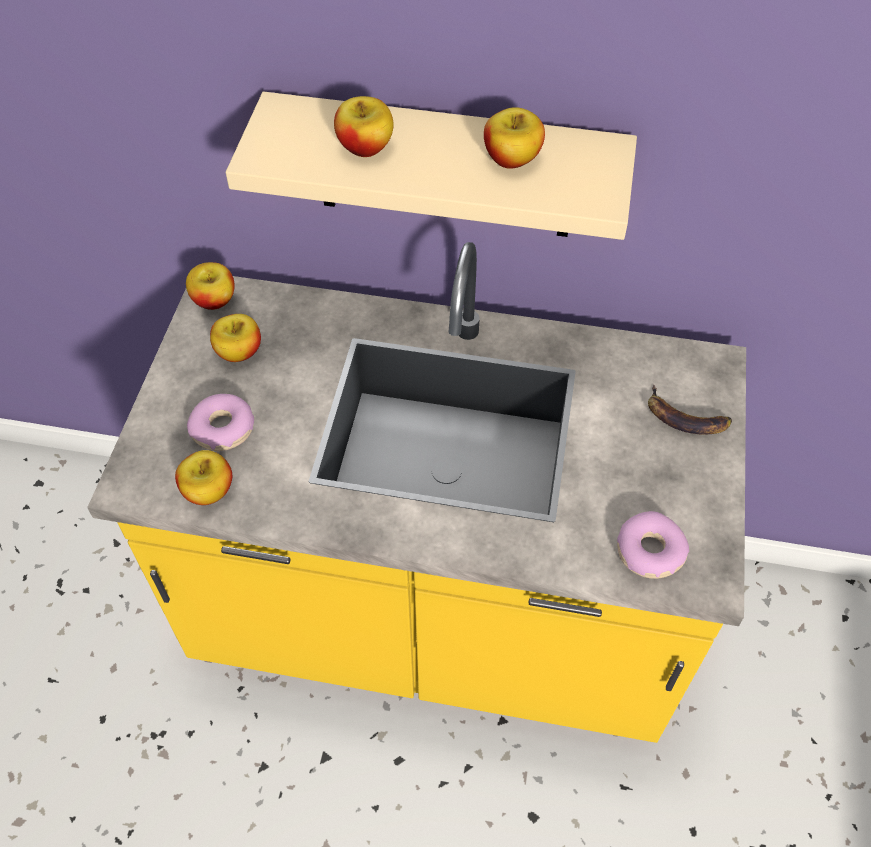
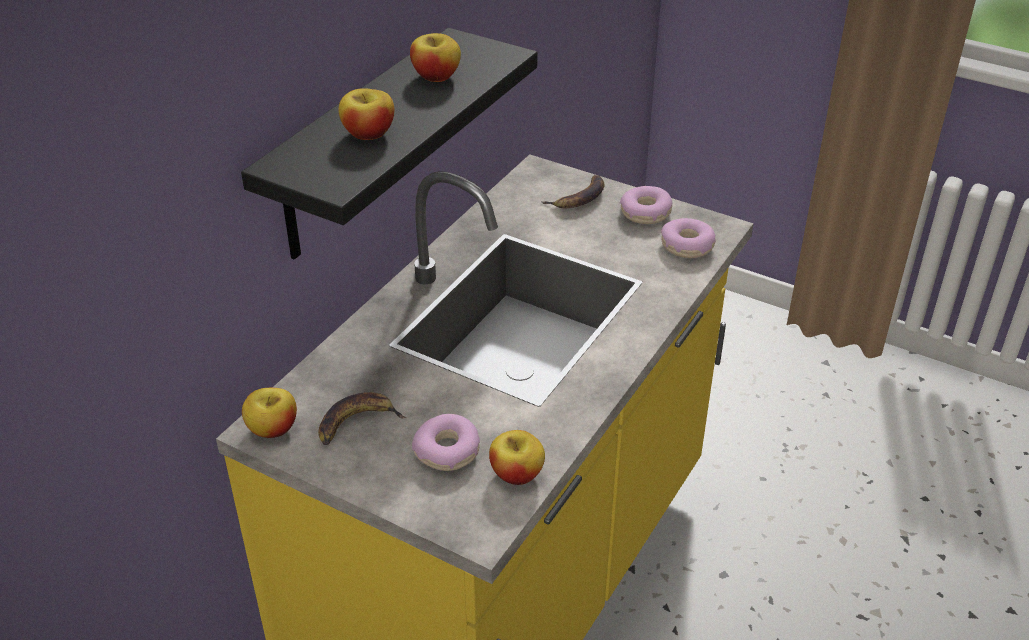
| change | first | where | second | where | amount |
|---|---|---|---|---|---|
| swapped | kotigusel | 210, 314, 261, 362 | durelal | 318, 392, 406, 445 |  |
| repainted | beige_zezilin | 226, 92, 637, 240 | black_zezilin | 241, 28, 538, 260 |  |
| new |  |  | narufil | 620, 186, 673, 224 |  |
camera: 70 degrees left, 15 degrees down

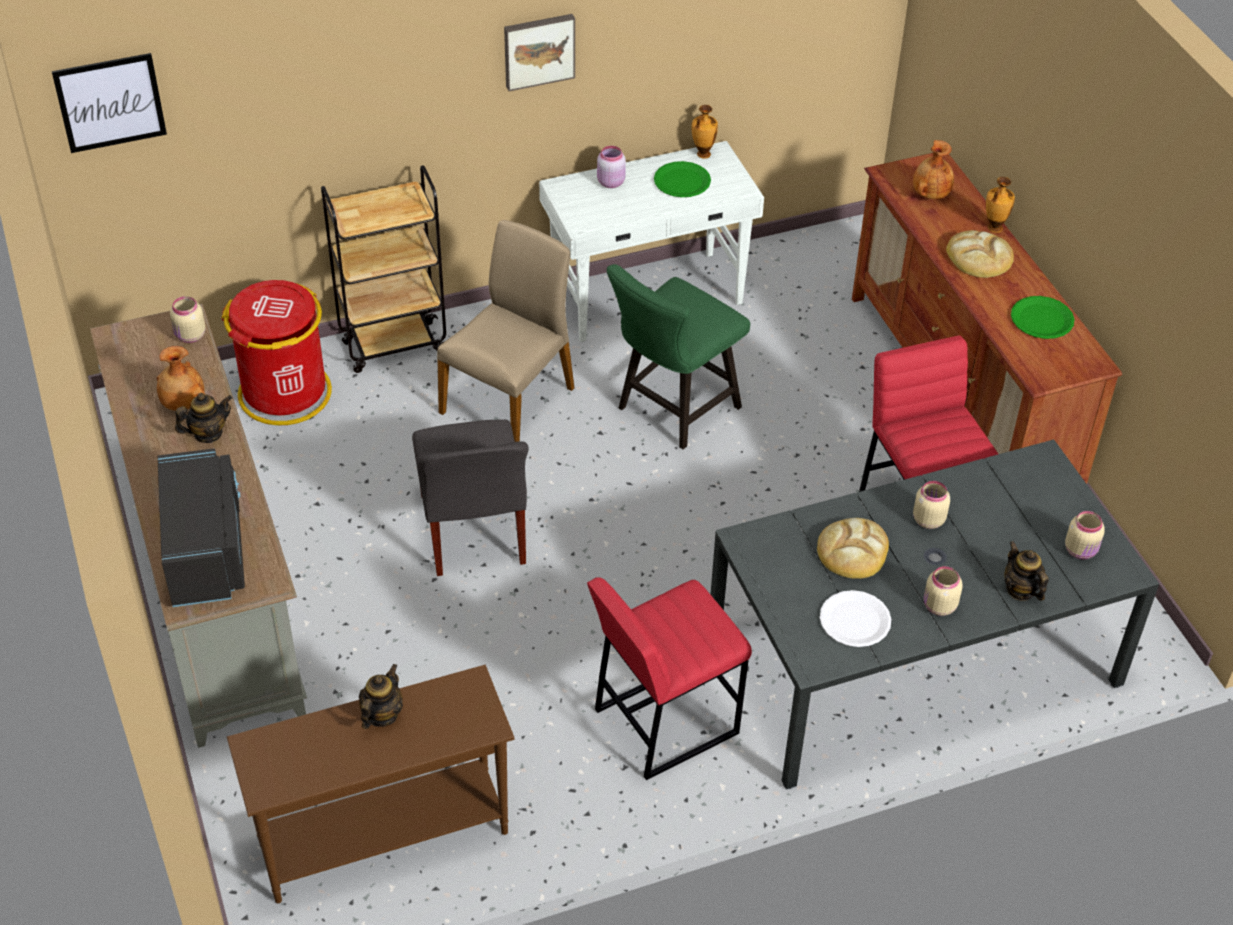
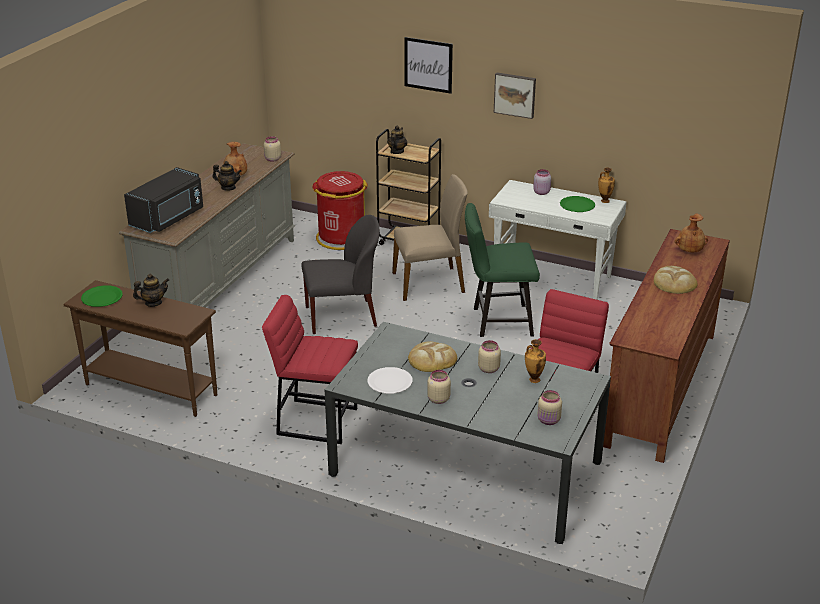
| change | first | where | second | where | amount |
|---|---|---|---|---|---|
| shifted | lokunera | 52, 53, 167, 153 |  | 404, 37, 453, 94 |  |
| rotated | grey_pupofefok | 412, 419, 529, 576 |  | 301, 215, 379, 334 | 135 degrees counterclockwise |
| shifted | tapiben | 986, 177, 1015, 233 |  | 525, 339, 546, 383 |  |
| shifted | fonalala | 1004, 541, 1049, 601 |  | 387, 126, 407, 154 |  |
| shifted | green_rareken | 1011, 296, 1074, 339 |  | 81, 285, 123, 307 |  |
camera: 45 degrees right, 15 degrees down

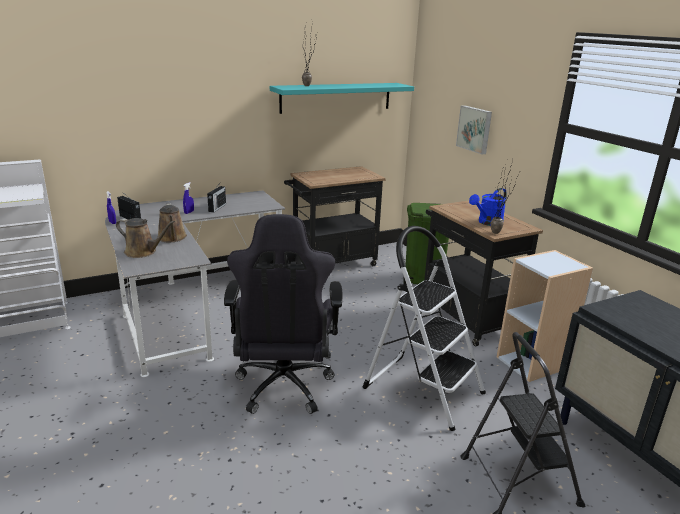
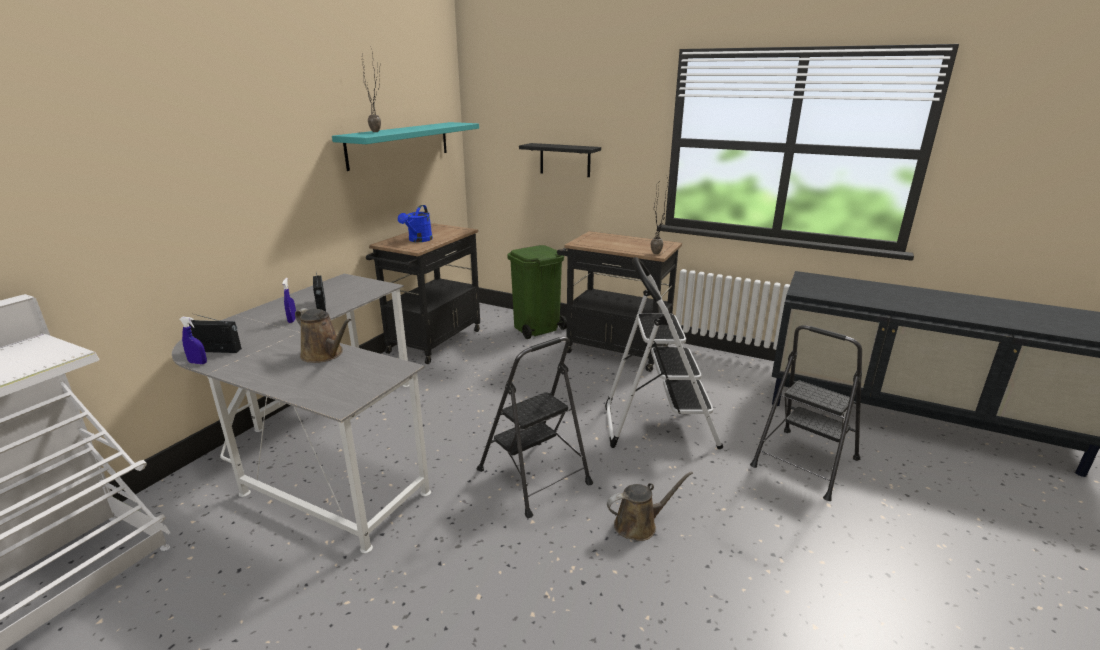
| change | first | where | second | where | amount |
|---|---|---|---|---|---|
| shifted | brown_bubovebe | 116, 218, 175, 258 |  | 607, 471, 693, 541 |  |
| swapped | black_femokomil | 224, 214, 342, 414 | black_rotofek | 477, 337, 593, 518 |  |
| swapped | lokunera | 456, 105, 492, 154 | black_zezilin | 519, 143, 601, 177 |  |
| shifted | blue_bubovebe | 469, 188, 507, 226 |  | 398, 205, 433, 242 |  |
| gone | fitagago | 497, 250, 593, 382 |  |  |  |
camera: 35 degrees left, 0 degrees up

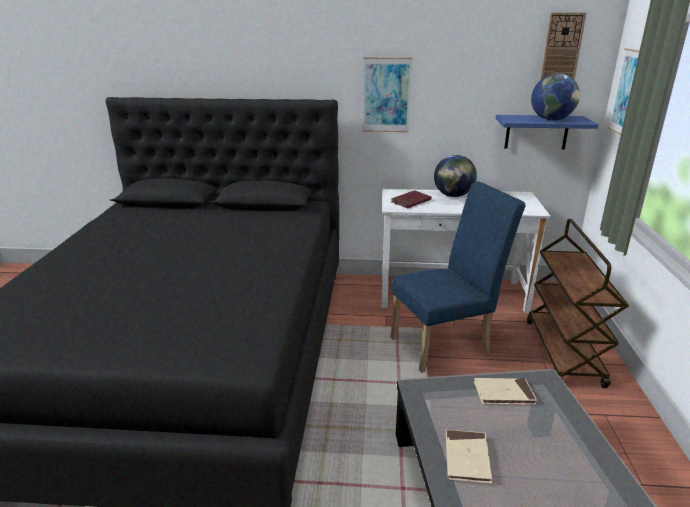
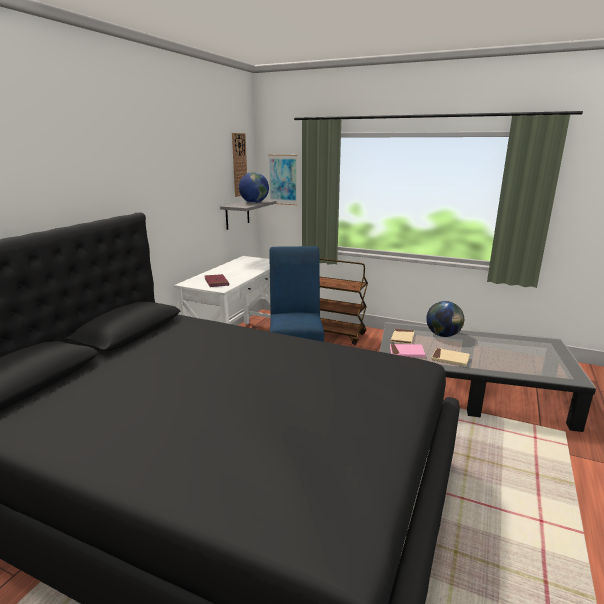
| change | first | where | second | where | amount |
|---|---|---|---|---|---|
| gone | lokunera | 363, 57, 412, 132 |  |  |  |
| shifted | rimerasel | 434, 155, 477, 197 |  | 426, 301, 464, 337 |  |
| repainted | blue_zezilin | 495, 115, 599, 150 | grey_zezilin | 220, 200, 277, 230 |  |
| new |  |  | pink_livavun | 390, 344, 425, 357 |  |
camera: 70 degrees left, 5 degrees down

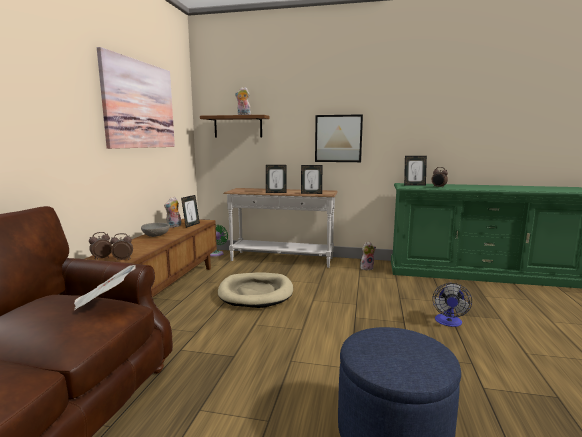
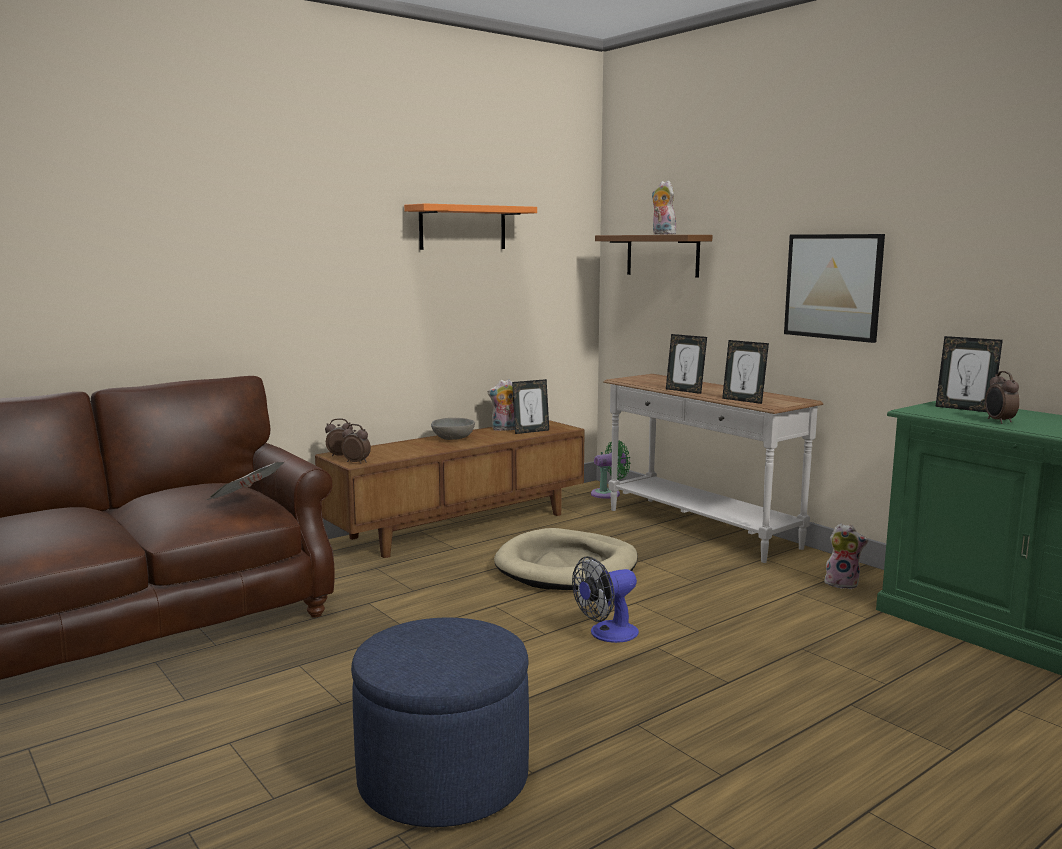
| change | first | where | second | where | amount |
|---|---|---|---|---|---|
| swapped | lokunera | 97, 47, 175, 149 | orange_zezilin | 404, 203, 537, 250 |  |
| shifted | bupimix | 432, 283, 472, 327 |  | 572, 556, 639, 643 |  |
camera: 40 degrees right, 0 degrees up

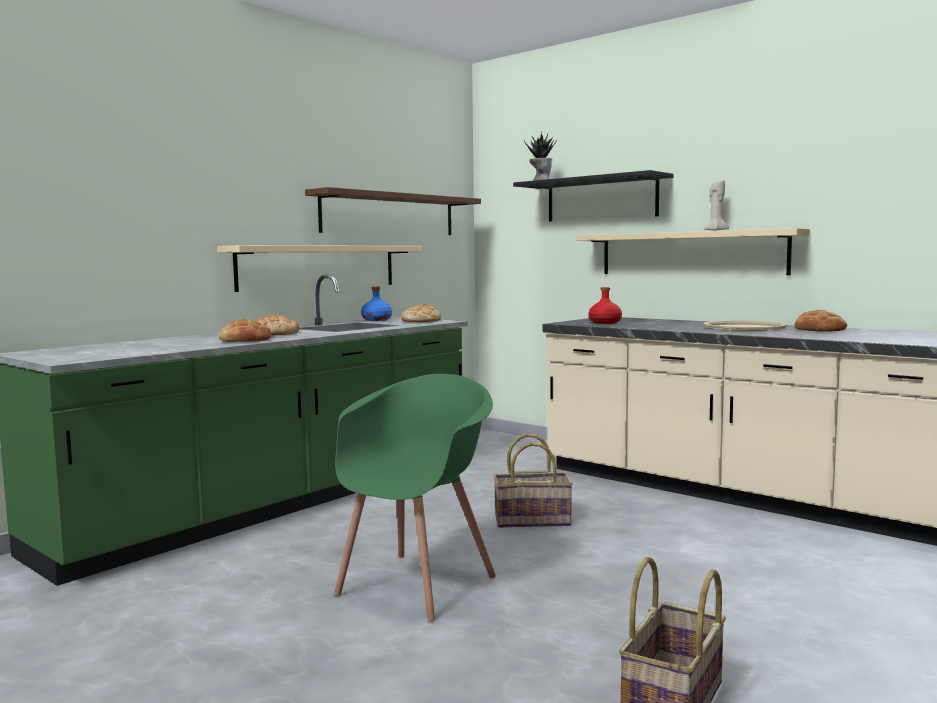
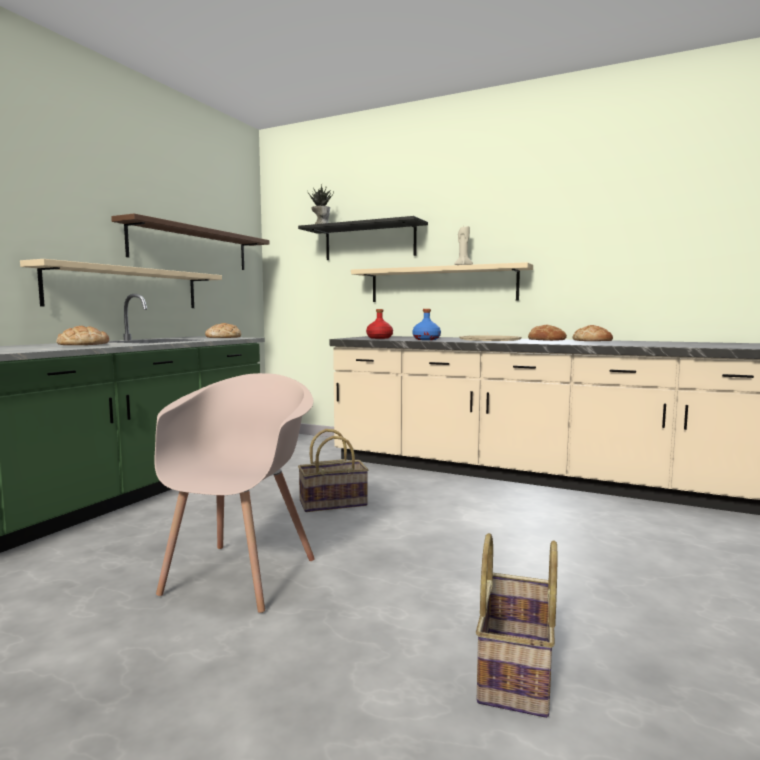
| change | first | where | second | where | amount |
|---|---|---|---|---|---|
| shifted | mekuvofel | 219, 319, 271, 342 |  | 572, 325, 613, 341 |  |
| repainted | green_pupofefok | 334, 374, 496, 621 | beige_pupofefok | 154, 373, 315, 613 |  |
| shifted | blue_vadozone | 361, 287, 392, 321 |  | 412, 309, 441, 340 |  |
camera: 15 degrees left, 0 degrees up

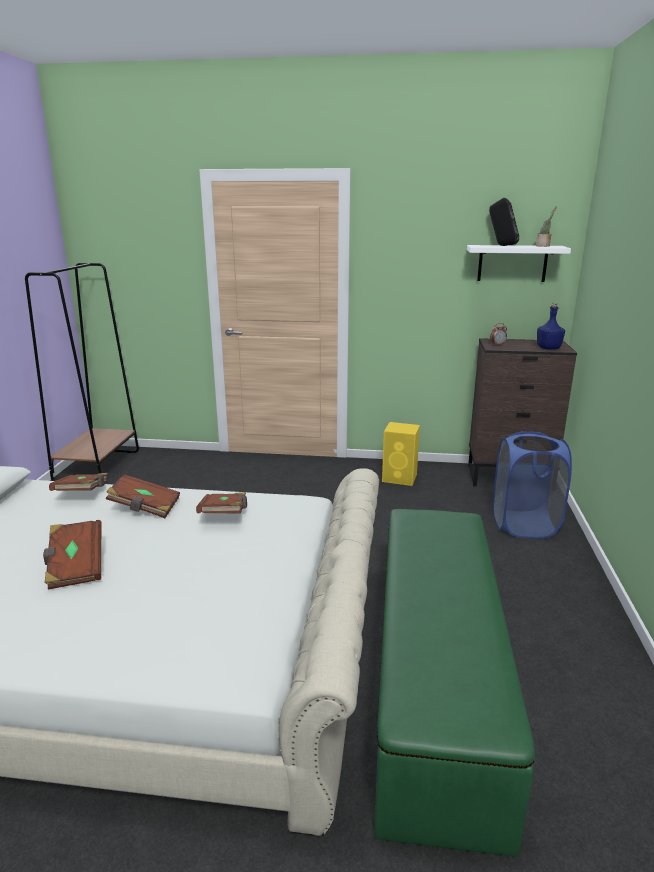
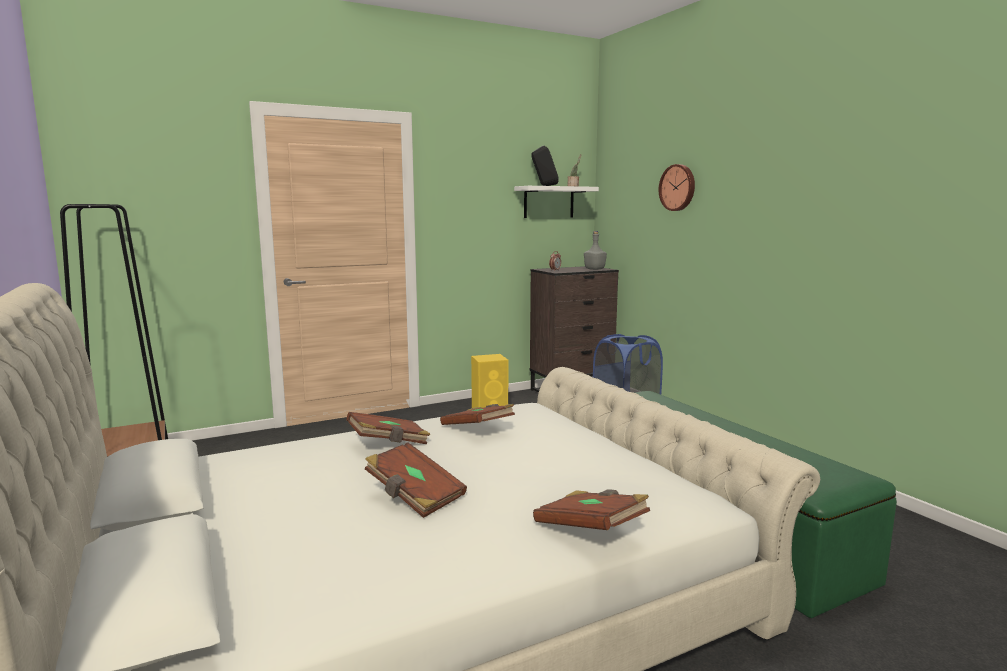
| change | first | where | second | where | amount |
|---|---|---|---|---|---|
| shifted | brown_livavun | 49, 473, 108, 491 |  | 533, 490, 650, 530 |  |
| repainted | blue_vadozone | 537, 303, 565, 350 | grey_vadozone | 584, 231, 607, 270 |  |
| new |  |  | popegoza | 659, 164, 695, 211 |  |
camera: 35 degrees left, 10 degrees down

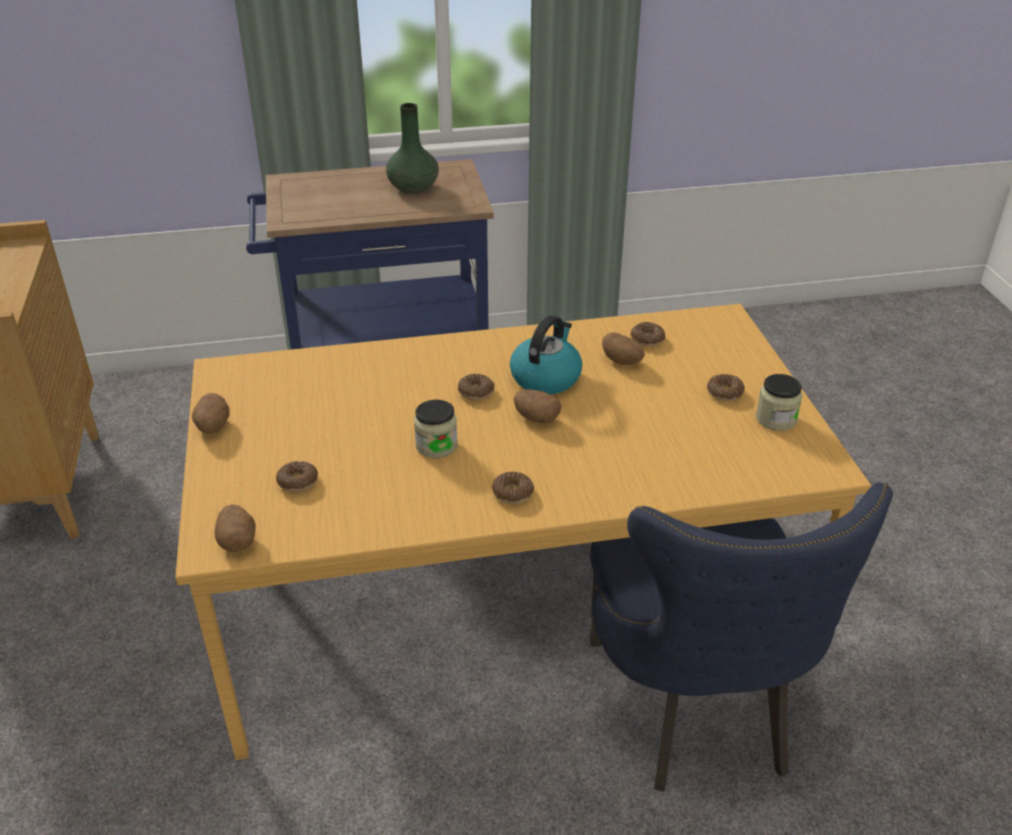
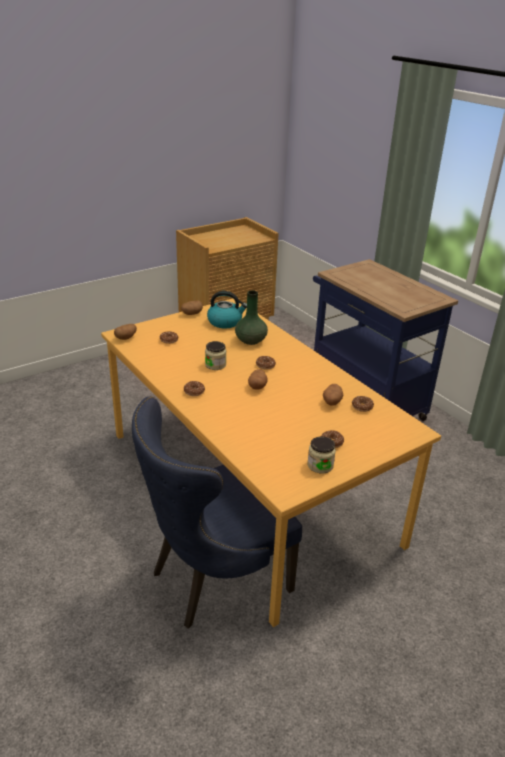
| change | first | where | second | where | amount |
|---|---|---|---|---|---|
| shifted | green_tapiben | 386, 103, 439, 194 |  | 235, 290, 268, 345 |  |
| shifted | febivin | 510, 315, 582, 395 |  | 207, 291, 247, 328 |  |
camera: 65 degrees right, 5 degrees down

